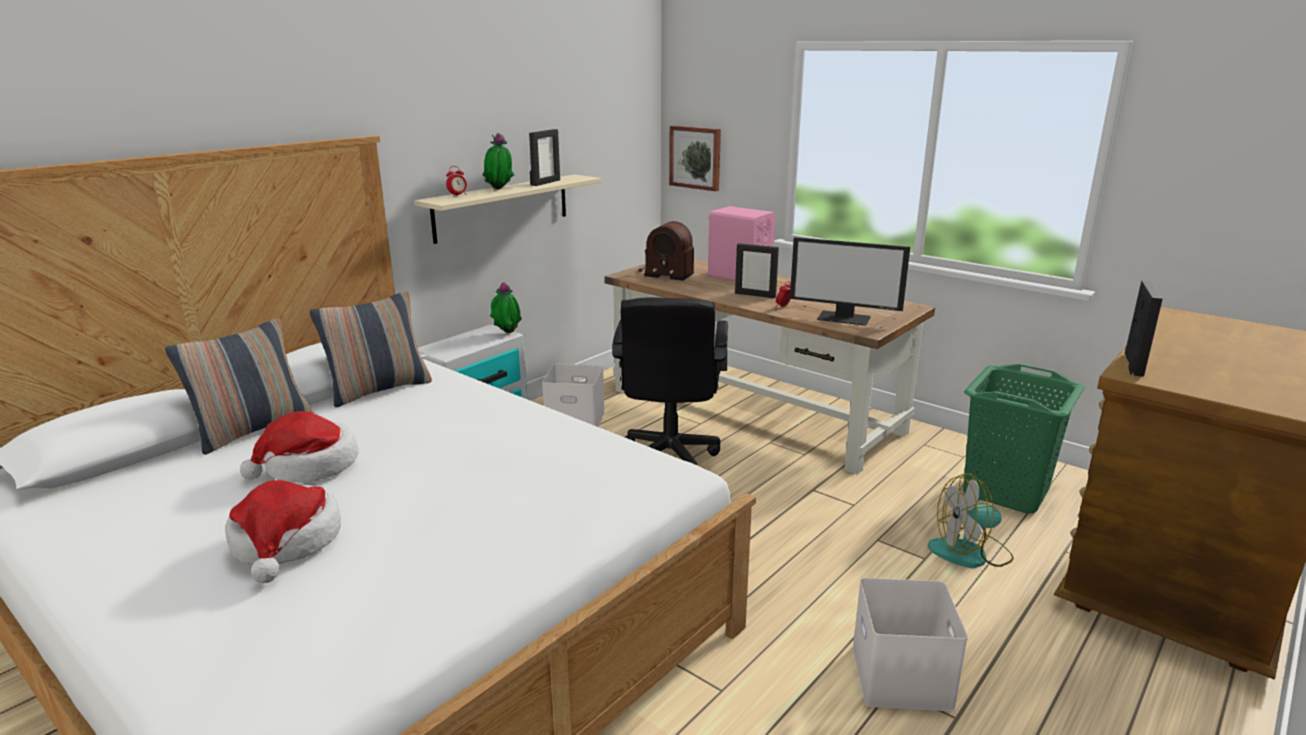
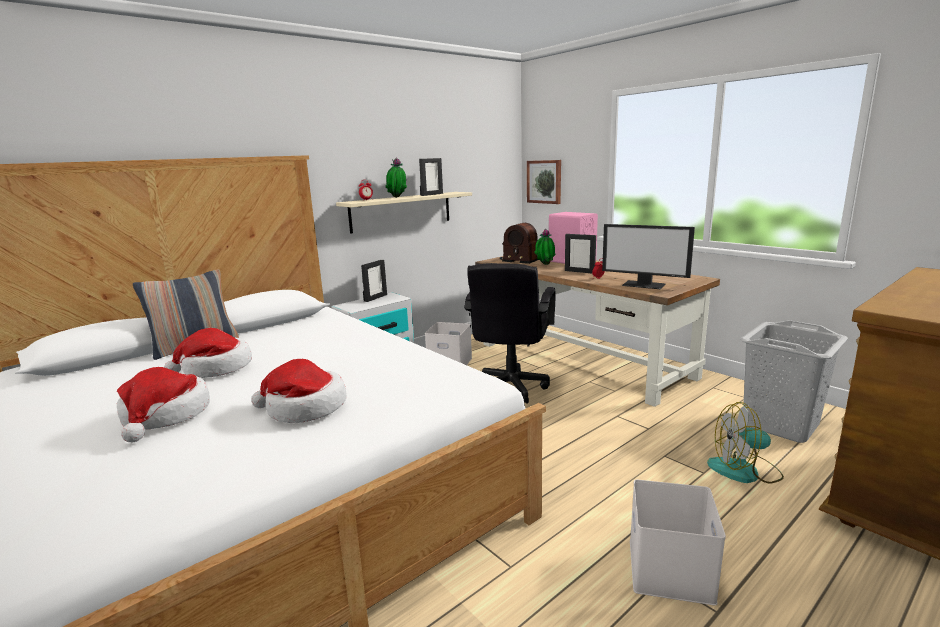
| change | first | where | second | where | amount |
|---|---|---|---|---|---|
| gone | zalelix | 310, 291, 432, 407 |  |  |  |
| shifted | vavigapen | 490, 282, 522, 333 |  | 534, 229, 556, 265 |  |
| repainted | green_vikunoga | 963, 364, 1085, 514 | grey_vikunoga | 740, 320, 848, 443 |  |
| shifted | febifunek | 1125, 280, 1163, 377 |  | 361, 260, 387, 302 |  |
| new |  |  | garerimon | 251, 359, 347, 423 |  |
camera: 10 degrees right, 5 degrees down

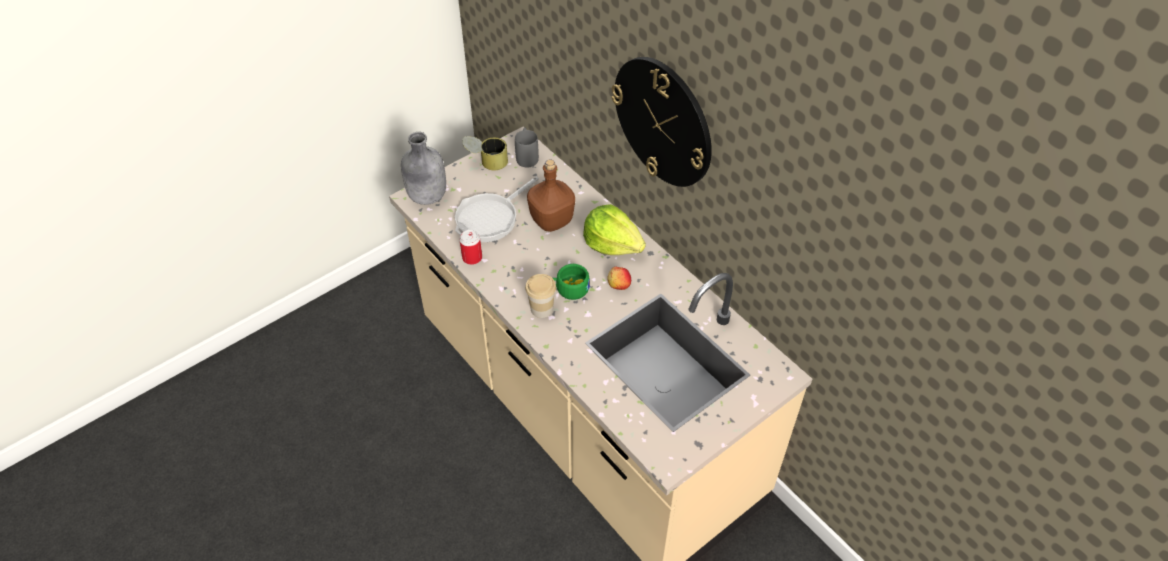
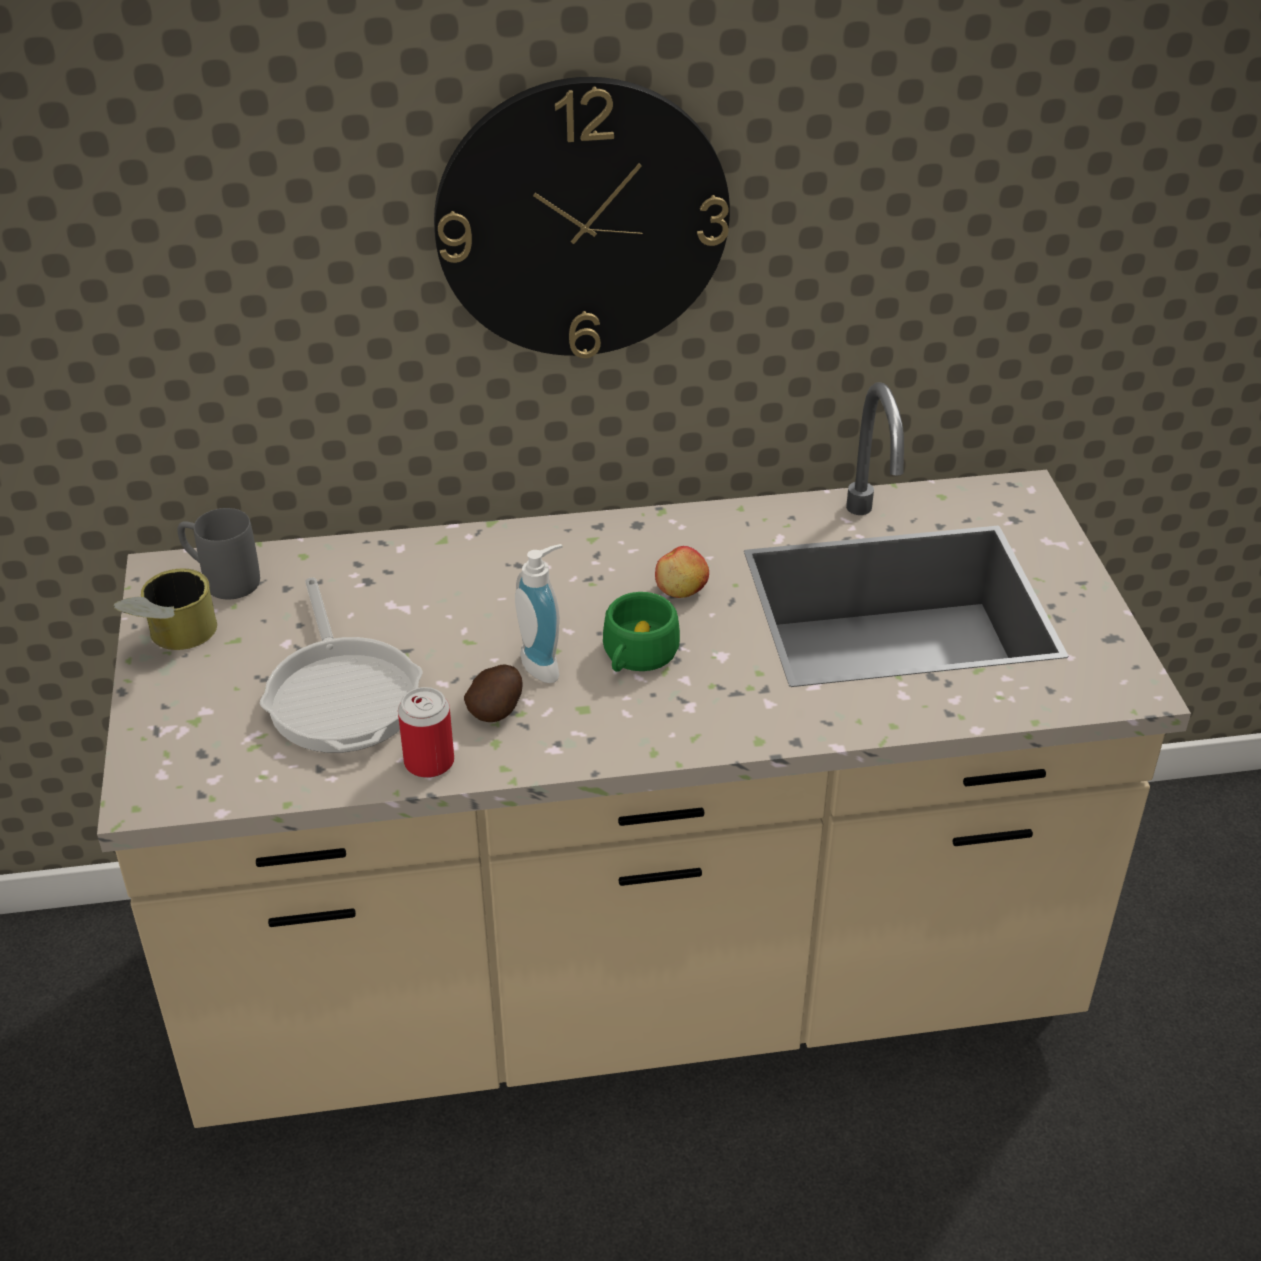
| change | first | where | second | where | amount |
|---|---|---|---|---|---|
| gone | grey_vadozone | 401, 132, 446, 205 |  |  |  |
| gone | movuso | 525, 274, 556, 318 |  |  |  |
| gone | brown_vadozone | 527, 160, 575, 232 |  |  |  |
| gone | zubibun | 583, 204, 646, 255 |  |  |  |
| new |  |  | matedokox | 464, 664, 522, 722 |  |
| new |  |  | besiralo | 515, 544, 563, 683 |  |
camera: 60 degrees left, 10 degrees down

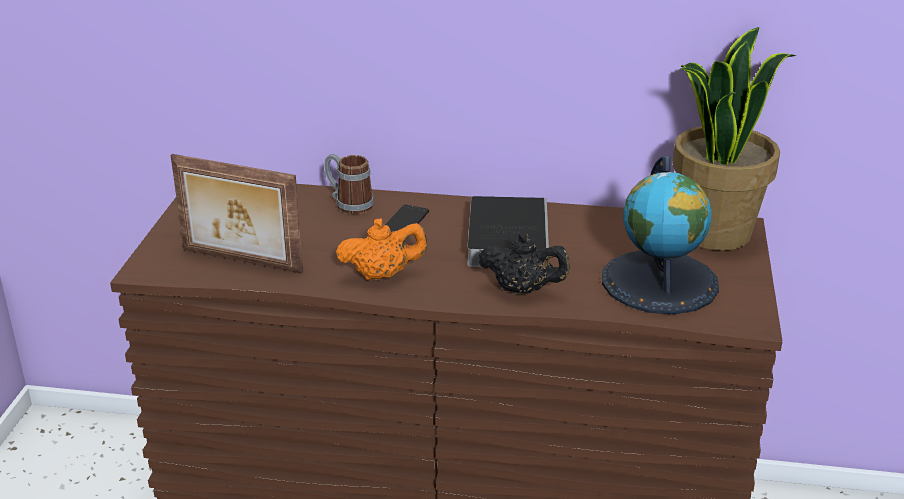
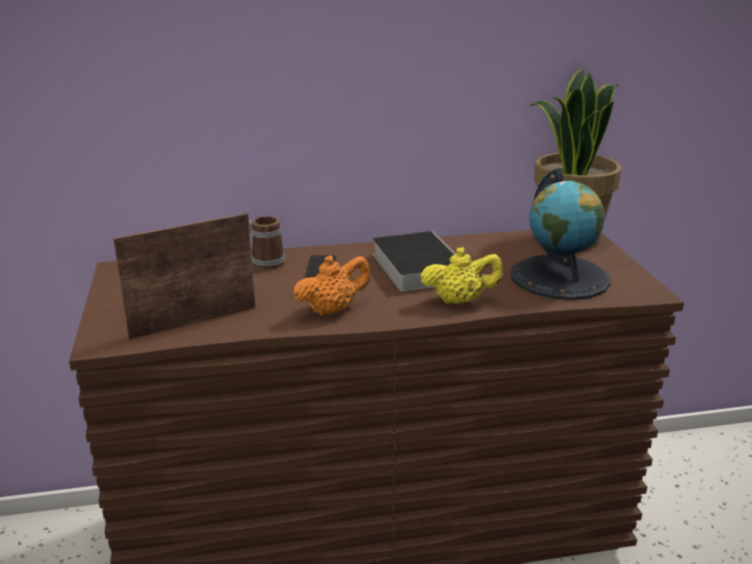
| change | first | where | second | where | amount |
|---|---|---|---|---|---|
| rotated | febifunek | 171, 154, 303, 274 |  | 113, 213, 255, 339 | 150 degrees clockwise |
| repainted | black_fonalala | 479, 232, 571, 294 | yellow_fonalala | 420, 247, 503, 304 |  |
camera: 20 degrees left, 5 degrees down

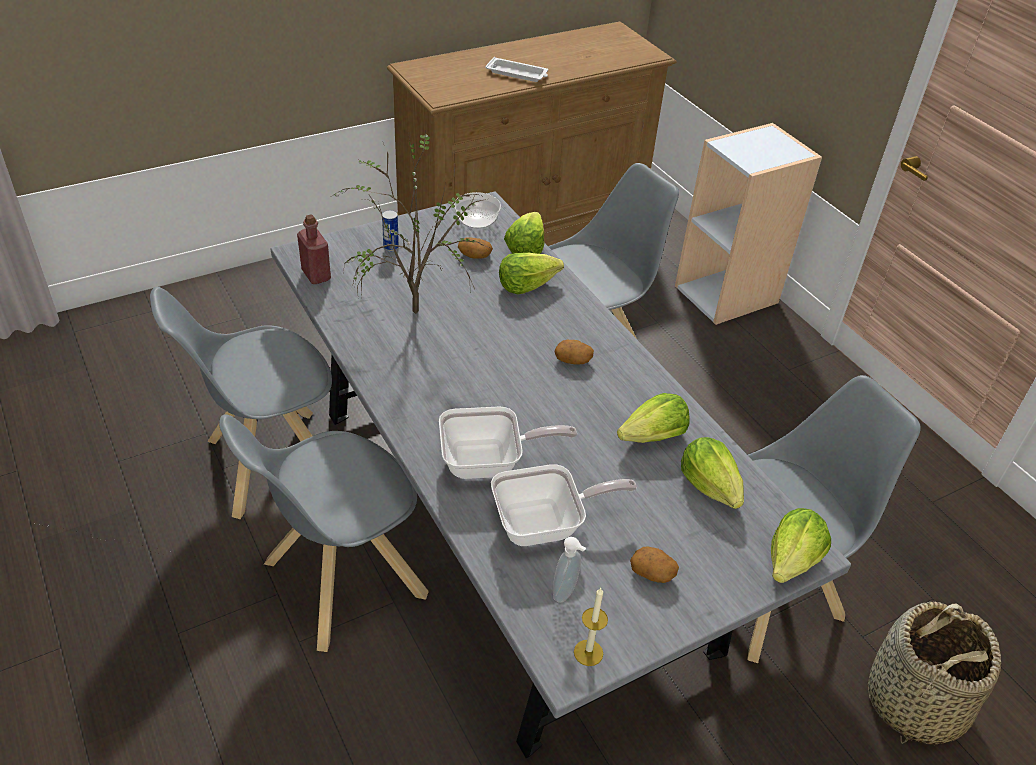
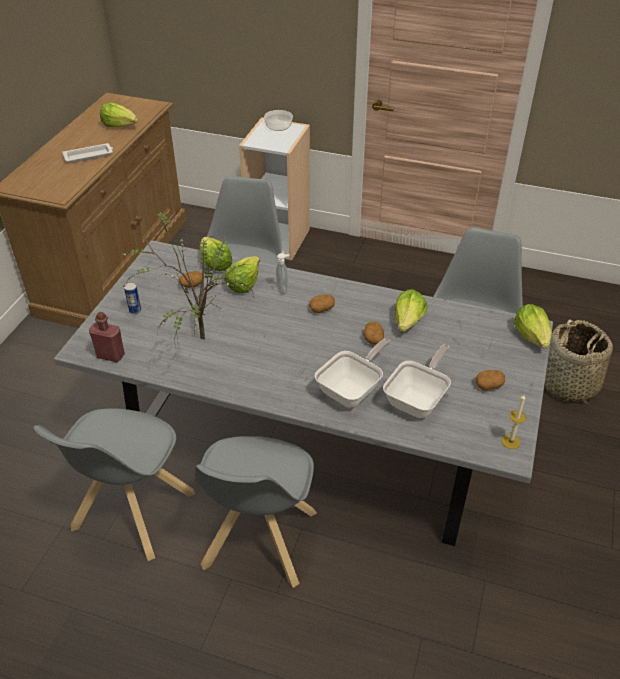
| change | first | where | second | where | amount |
|---|---|---|---|---|---|
| shifted | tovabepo | 454, 192, 501, 228 |  | 264, 110, 293, 131 |  |
| shifted | besiralo | 553, 537, 586, 603 |  | 276, 253, 289, 295 |  |
| shifted | zubibun | 681, 437, 744, 509 |  | 100, 102, 138, 128 |  |
| new |  |  | matedokox | 364, 322, 384, 344 |  |
camera: 40 degrees left, 0 degrees up

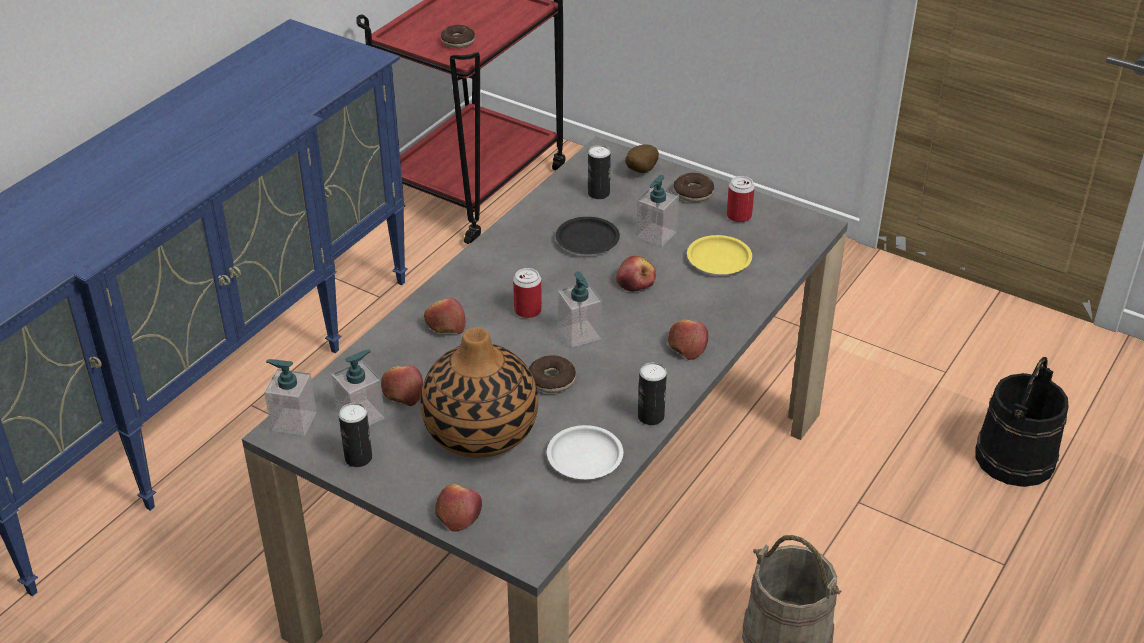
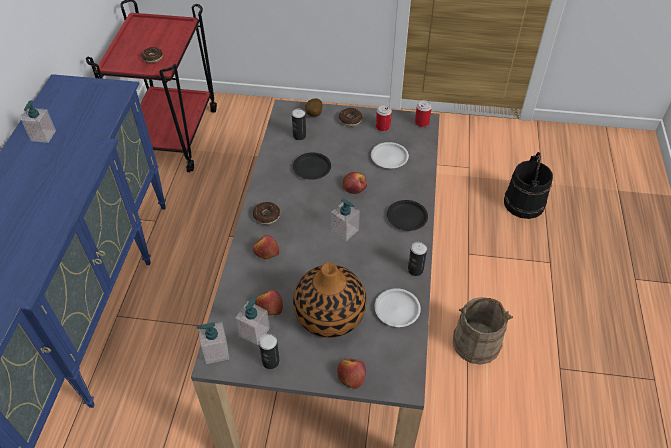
| change | first | where | second | where | amount |
|---|---|---|---|---|---|
| shifted | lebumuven | 513, 268, 542, 318 |  | 415, 100, 432, 127 |  |
| shifted | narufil | 529, 355, 576, 393 |  | 253, 202, 280, 225 |  |
| shifted | besiralo | 636, 175, 679, 247 |  | 21, 100, 56, 143 |  |
| swapped | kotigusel | 668, 320, 708, 360 | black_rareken | 387, 200, 428, 231 |  |
| repainted | yellow_rareken | 687, 235, 752, 274 | white_rareken | 371, 142, 409, 168 |  |
camera: 25 degrees left, 10 degrees up

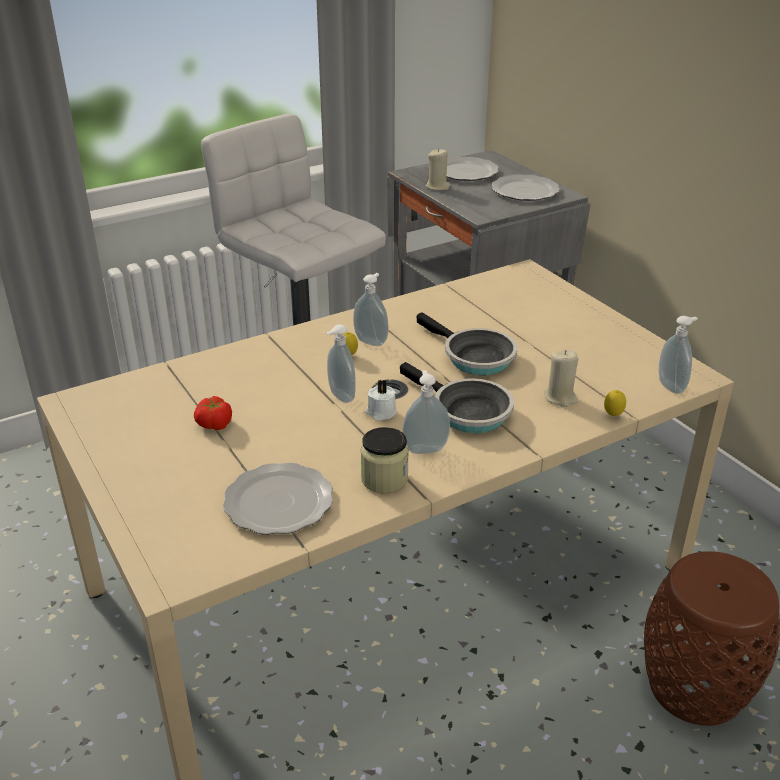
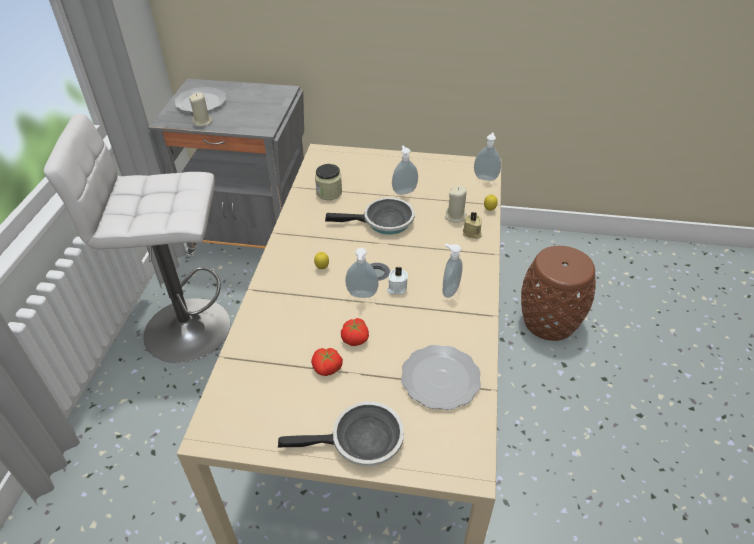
| change | first | where | second | where | amount |
|---|---|---|---|---|---|
| shifted | besiralo | 353, 273, 389, 346 |  | 392, 146, 418, 195 |  |
| shifted | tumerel | 361, 427, 409, 493 |  | 315, 164, 342, 200 |  |
| shifted | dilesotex | 400, 362, 514, 433 |  | 278, 402, 404, 466 |  |
| gone | rareken | 492, 174, 560, 201 |  |  |  |
| new |  |  | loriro | 341, 318, 369, 346 |  |
| new |  |  | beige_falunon | 463, 212, 482, 239 |  |
camera: 50 degrees left, 10 degrees up

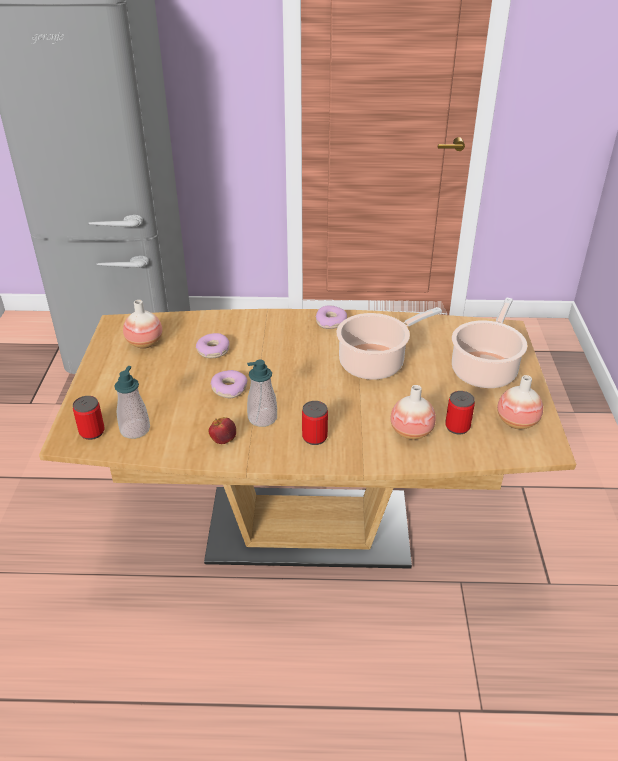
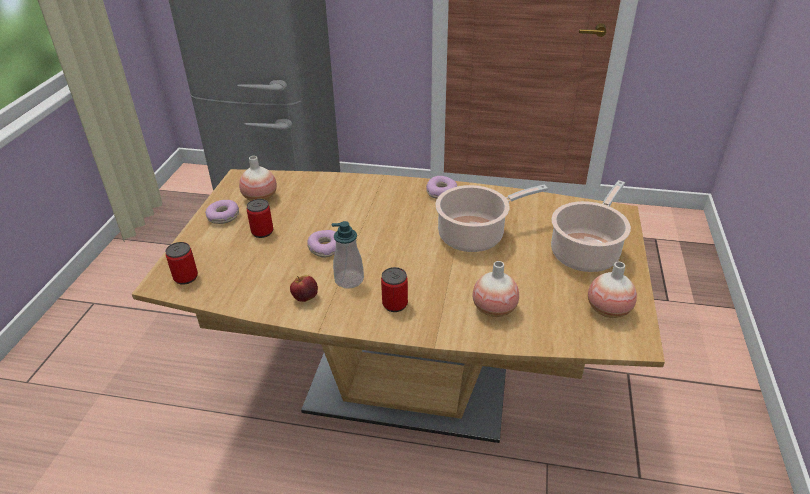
| change | first | where | second | where | amount |
|---|---|---|---|---|---|
| gone | besiralo | 114, 366, 150, 439 |  |  |  |
| shifted | narufil | 196, 333, 230, 358 |  | 205, 200, 239, 224 |  |
| shifted | lebumuven | 445, 391, 475, 435 |  | 247, 199, 273, 238 |  |
camera: 10 degrees right, 0 degrees up

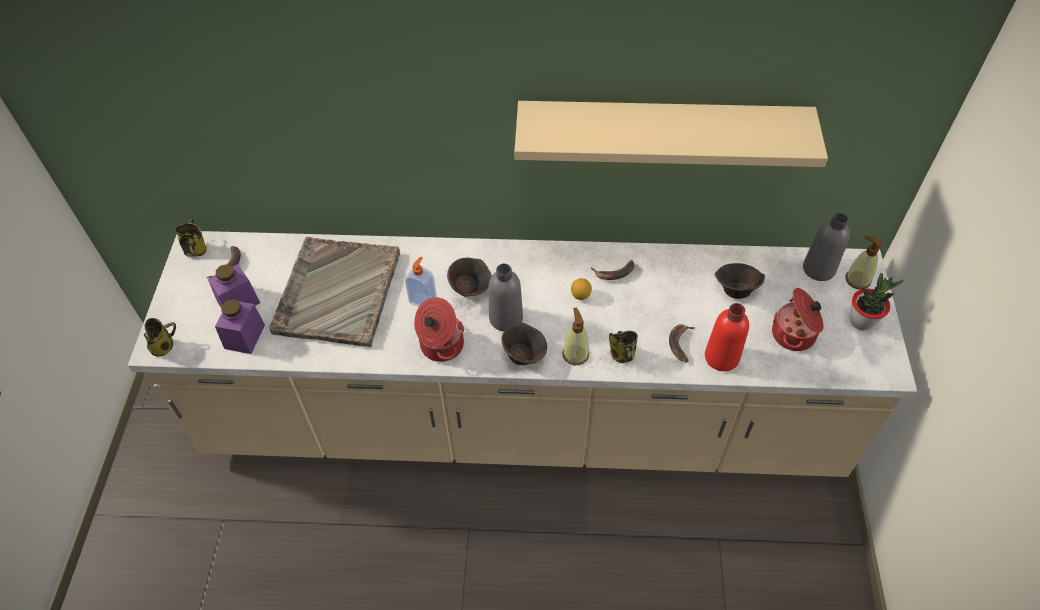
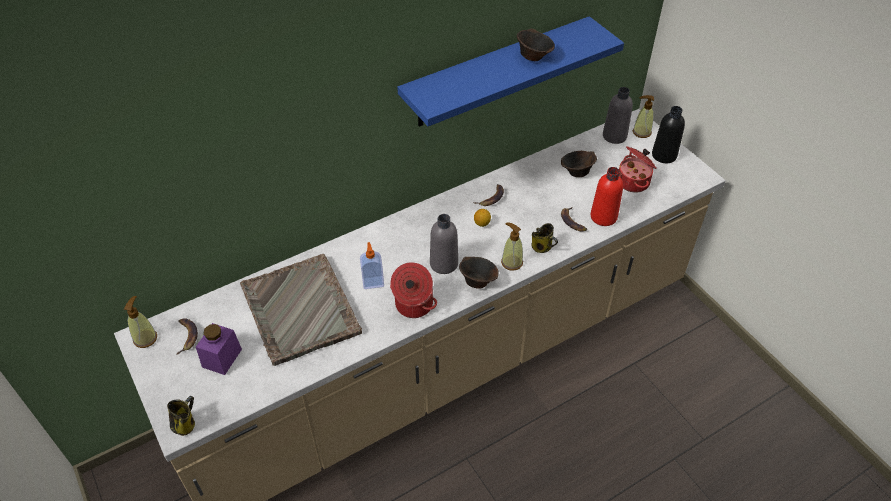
| change | first | where | second | where | amount |
|---|---|---|---|---|---|
| swapped | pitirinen | 175, 219, 207, 257 | besiralo | 124, 296, 157, 348 |  |
| gone | purple_tumerel | 215, 299, 265, 354 |  |  |  |
| shifted | brown_tovabepo | 447, 258, 492, 297 |  | 517, 29, 555, 61 |  |
| repainted | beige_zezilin | 515, 101, 828, 167 | blue_zezilin | 397, 16, 624, 127 |  |
| swapped | vavigapen | 850, 273, 903, 331 | black_vadozone | 652, 106, 685, 163 |  |
camera: 35 degrees left, 5 degrees down

